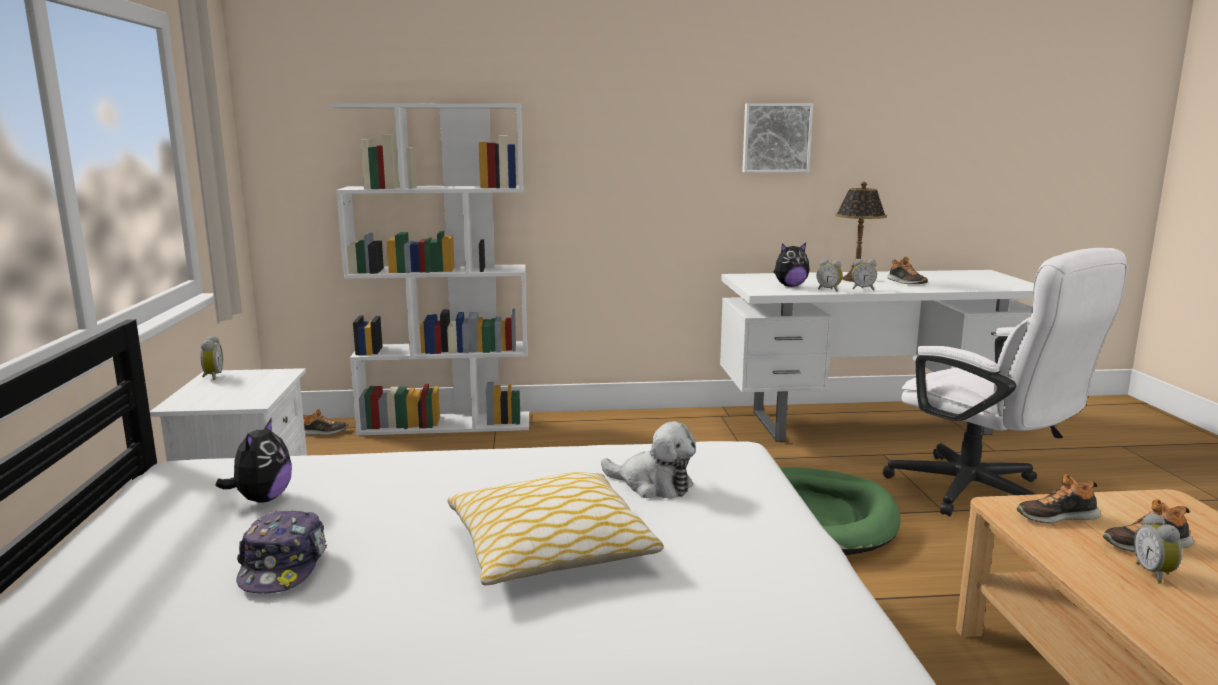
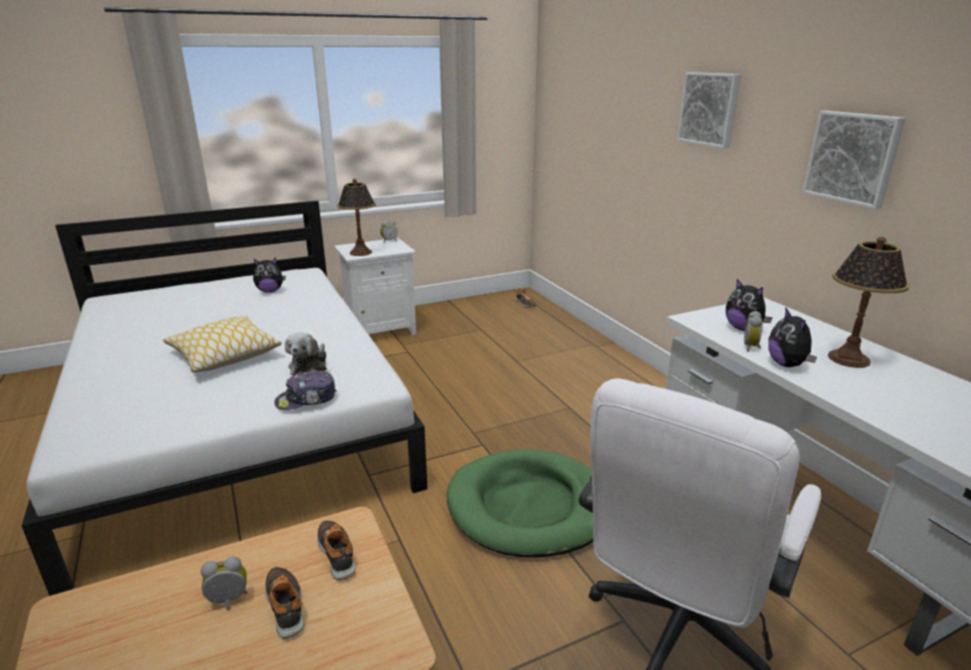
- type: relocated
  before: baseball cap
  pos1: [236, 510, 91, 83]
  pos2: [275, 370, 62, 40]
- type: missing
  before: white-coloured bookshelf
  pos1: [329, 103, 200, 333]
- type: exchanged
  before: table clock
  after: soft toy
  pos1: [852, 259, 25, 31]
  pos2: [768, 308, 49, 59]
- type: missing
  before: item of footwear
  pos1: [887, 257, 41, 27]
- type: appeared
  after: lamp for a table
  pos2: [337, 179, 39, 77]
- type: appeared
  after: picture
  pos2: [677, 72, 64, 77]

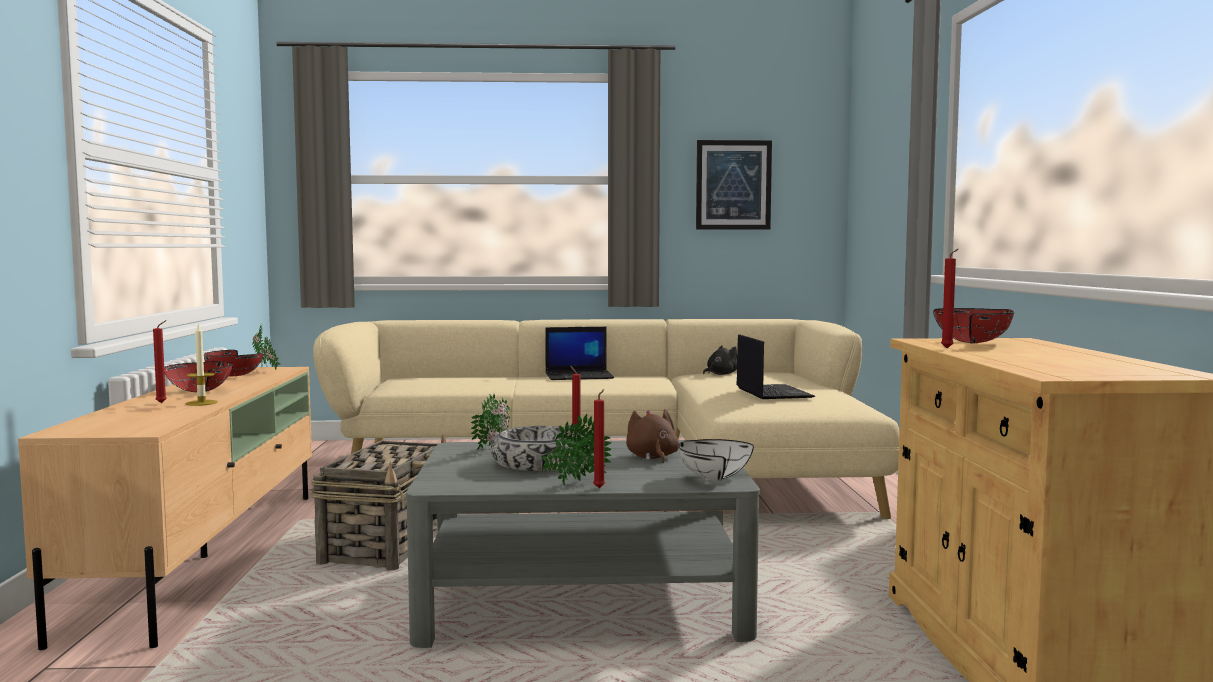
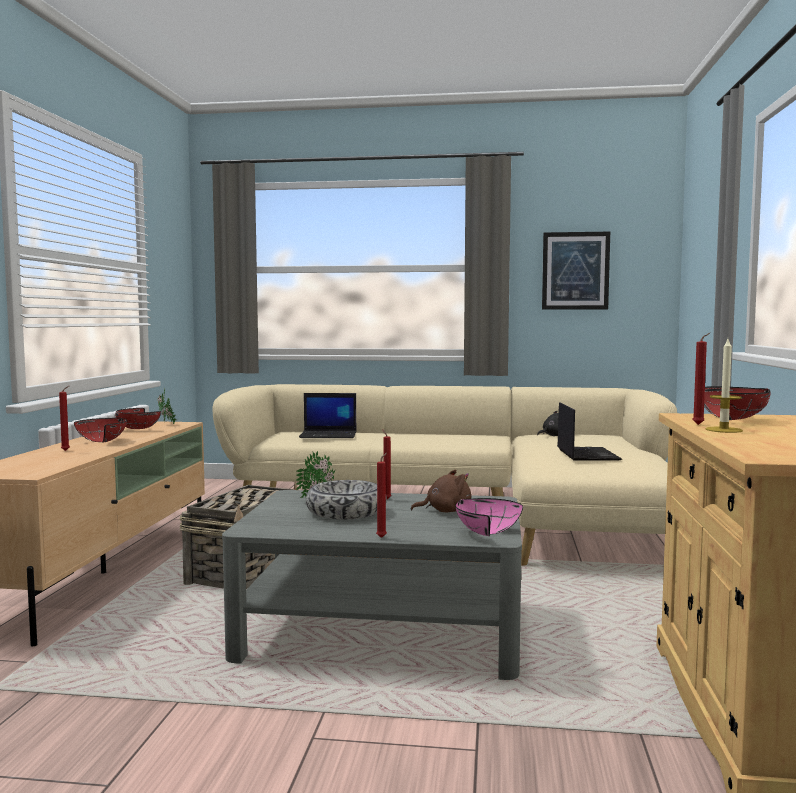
- type: relocated
  before: wax light
  pos1: [186, 324, 32, 82]
  pos2: [706, 339, 37, 94]
- type: missing
  before: houseplant
  pos1: [541, 414, 71, 71]
- type: relocated
  before: laptop
  pos1: [545, 327, 69, 53]
  pos2: [299, 393, 58, 45]
- type: spun
  before: brown soft toy
  pos1: [626, 409, 53, 54]
  pos2: [411, 469, 60, 44]
  turn: 75
- type: colour
  before: white-coloured bowl
  after: pink-coloured bowl
  pos1: [679, 439, 75, 42]
  pos2: [455, 498, 68, 38]

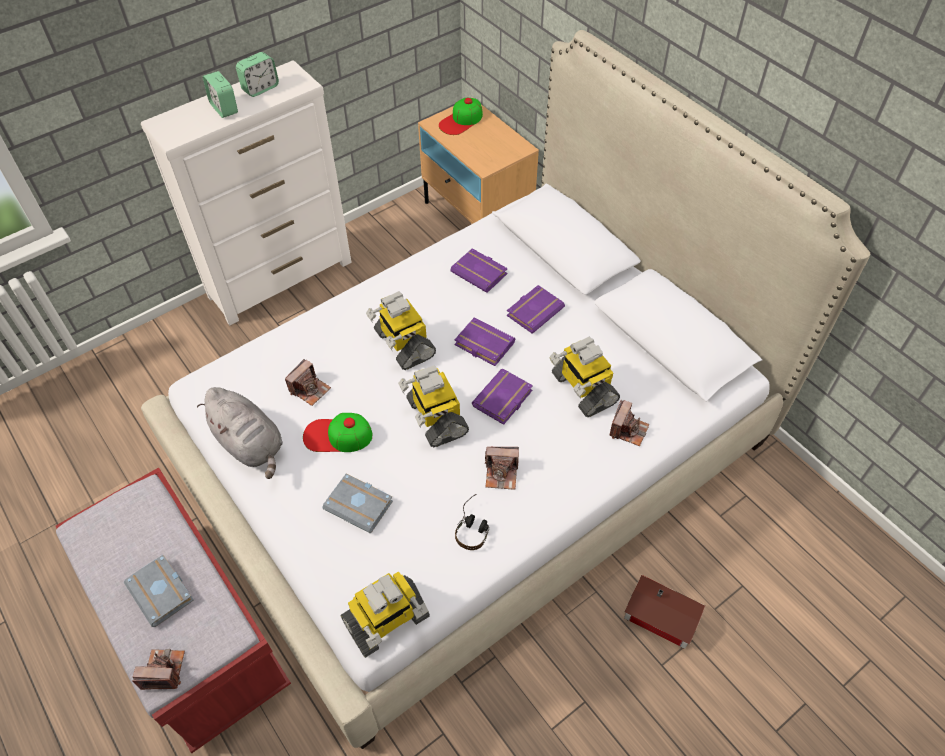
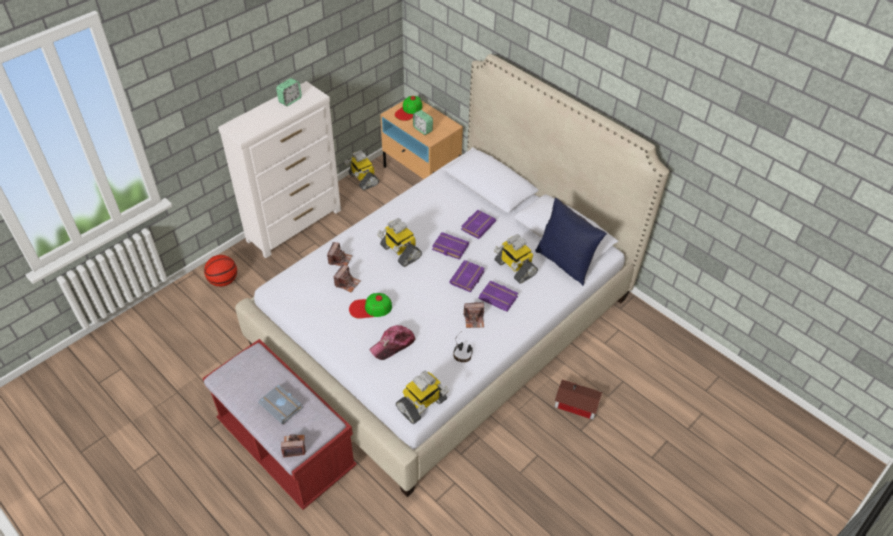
- type: missing
  before: grey soft toy
  pos1: [197, 387, 86, 92]
- type: relocated
  before: table clock
  pos1: [203, 71, 35, 47]
  pos2: [413, 110, 20, 25]
- type: exchanged
  before: grey bound book
  after: baseball cap
  pos1: [322, 474, 71, 59]
  pos2: [370, 325, 46, 35]
- type: relocated
  before: toy robot
  pos1: [398, 365, 71, 82]
  pos2: [344, 150, 35, 40]
- type: relocated
  before: purple bound book
  pos1: [450, 248, 58, 45]
  pos2: [479, 280, 39, 32]
- type: relocated
  before: still camera
  pos1: [609, 400, 40, 46]
  pos2: [327, 242, 25, 24]
- type: appeared
  after: basketball
  pos2: [204, 255, 33, 32]
- type: appeared
  after: blue-coloured cushion
  pos2: [535, 198, 72, 88]

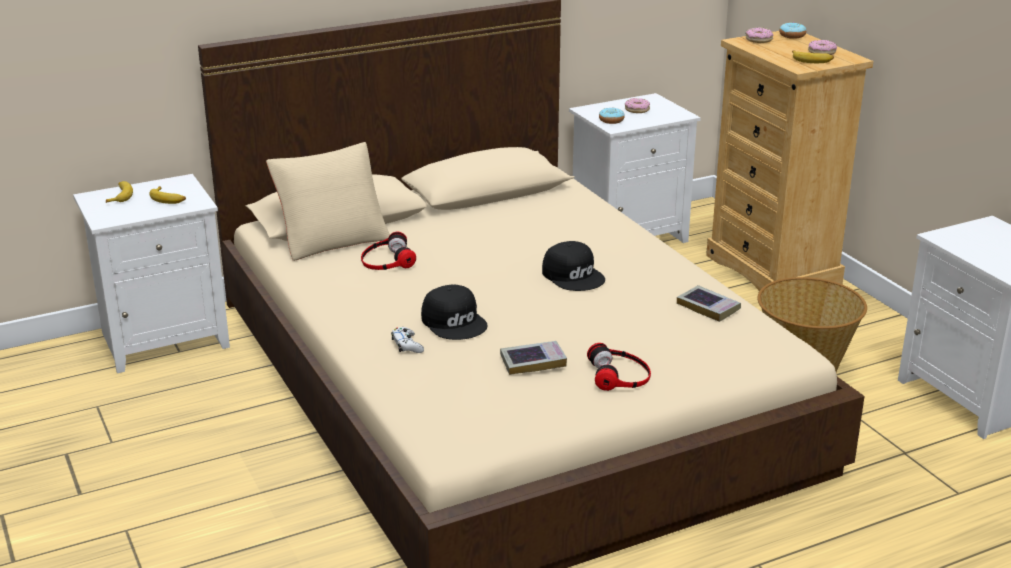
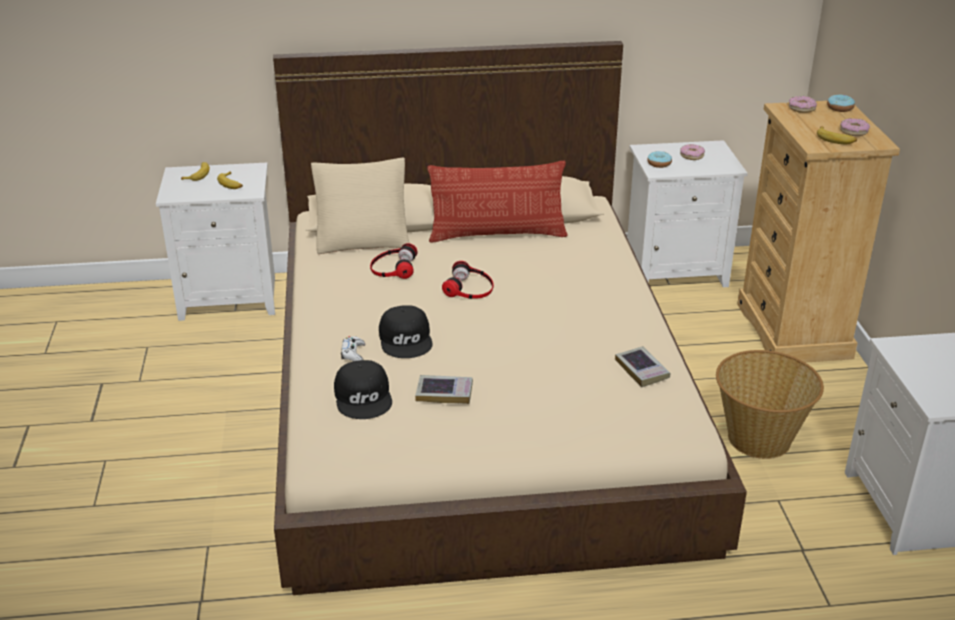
- type: relocated
  before: black-coloured baseball cap
  pos1: [542, 241, 63, 50]
  pos2: [334, 360, 58, 59]
- type: relocated
  before: headset
  pos1: [587, 343, 64, 48]
  pos2: [442, 261, 52, 38]
- type: appeared
  after: cushion
  pos2: [427, 161, 141, 81]

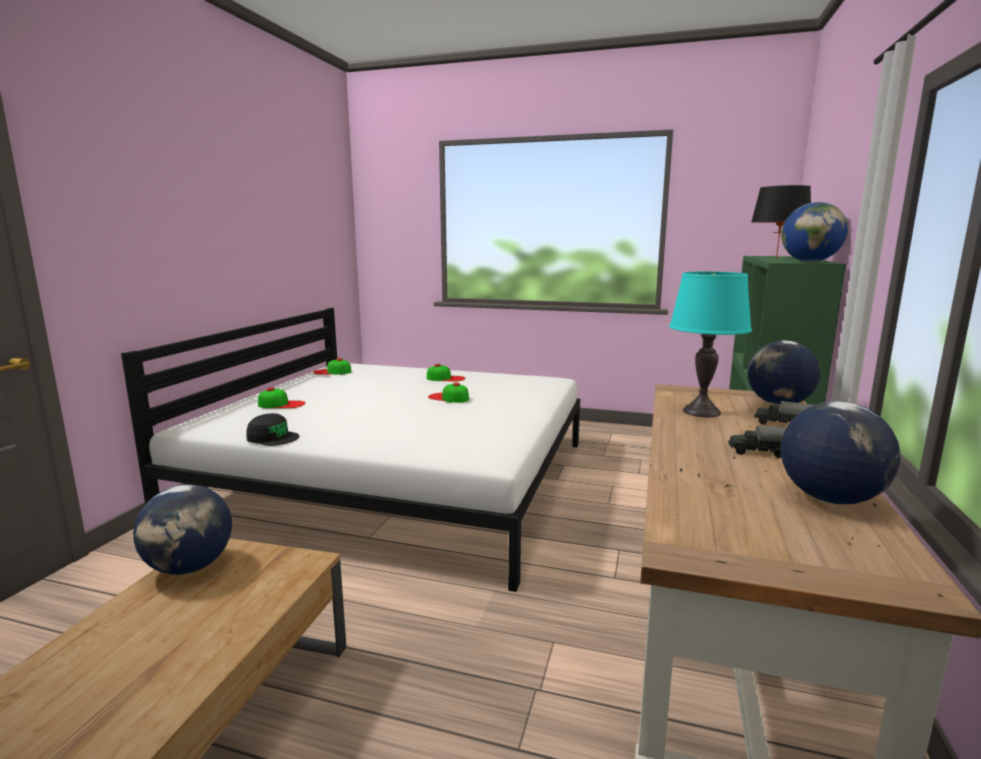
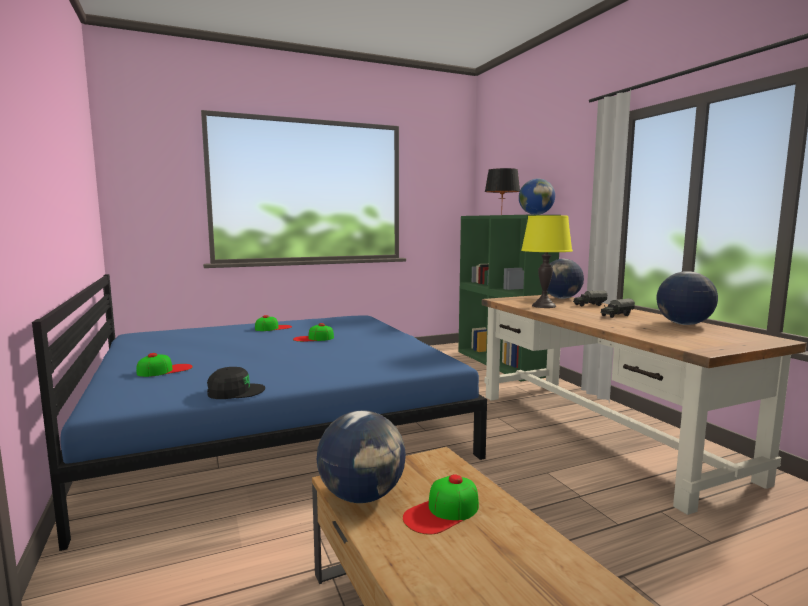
- type: colour
  before: white-coloured bedroom bed
  after: blue-coloured bedroom bed
  pos1: [121, 308, 459, 284]
  pos2: [32, 274, 455, 277]
- type: relocated
  before: baseball cap
  pos1: [313, 358, 38, 17]
  pos2: [403, 475, 76, 60]
- type: colour
  before: turquoise-coloured lamp for a table
  after: yellowish lamp for a table
  pos1: [669, 272, 83, 145]
  pos2: [521, 216, 52, 92]

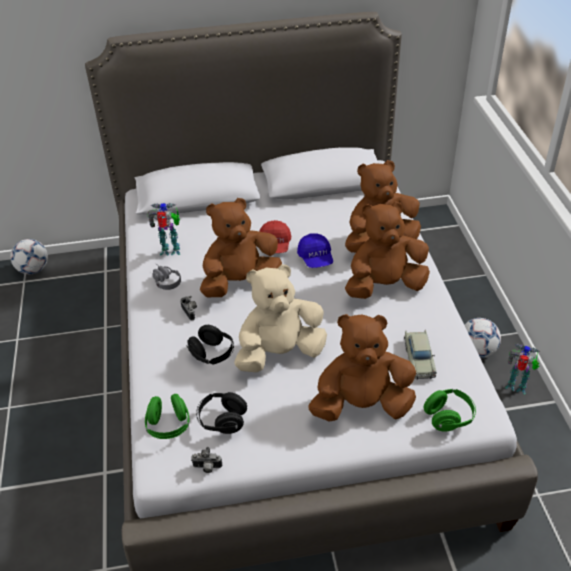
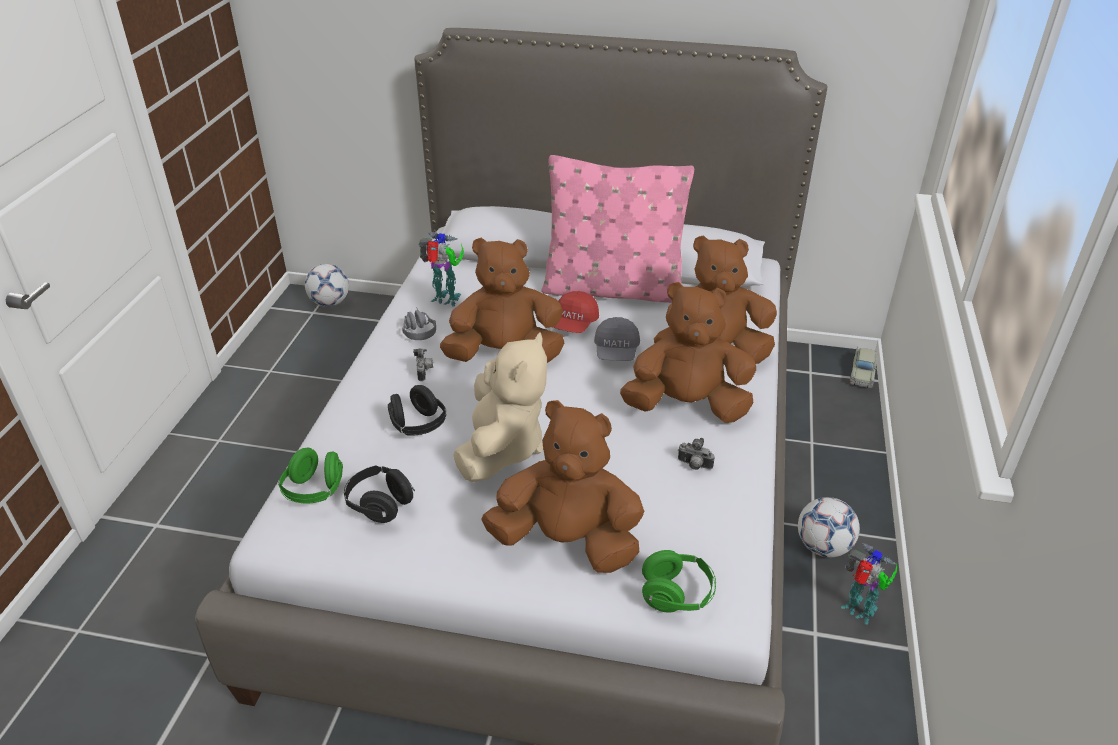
- type: relocated
  before: still camera
  pos1: [191, 447, 31, 26]
  pos2: [678, 438, 37, 32]
- type: spun
  before: beige-coloured soft toy
  pos1: [234, 264, 93, 108]
  pos2: [453, 332, 94, 150]
  turn: 105
- type: colour
  before: blue-coloured baseball cap
  after: grey baseball cap
  pos1: [297, 233, 36, 35]
  pos2: [594, 317, 46, 44]
- type: relocated
  before: beige-coloured model car
  pos1: [404, 330, 33, 50]
  pos2: [849, 347, 28, 41]
- type: appeared
  after: pink-coloured cushion
  pos2: [541, 155, 153, 148]

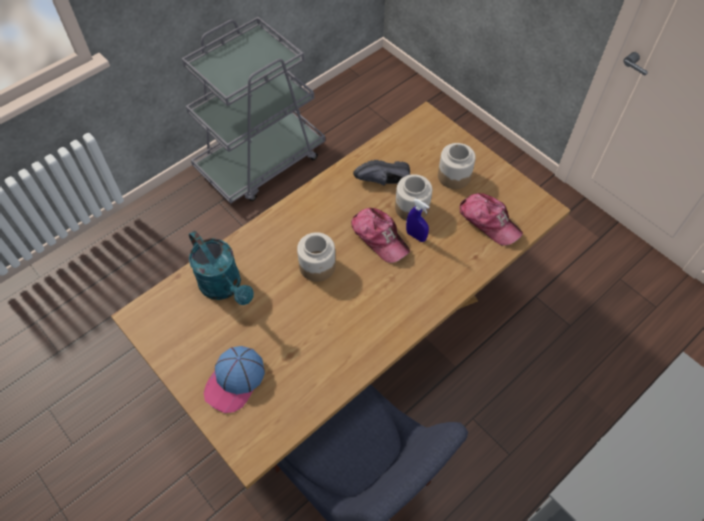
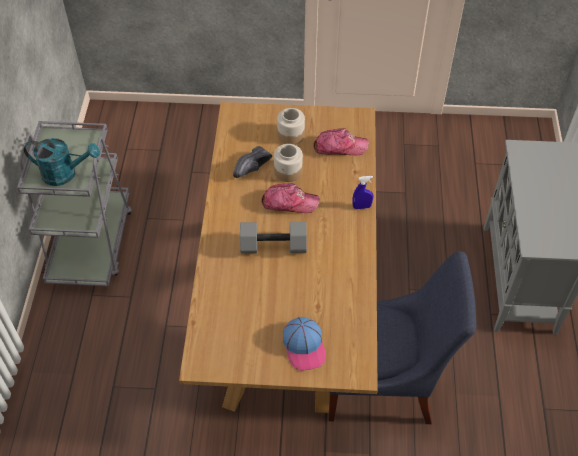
- type: relocated
  before: turquoise-coloured sprinkling can
  pos1: [189, 230, 65, 75]
  pos2: [24, 138, 76, 48]
- type: exchanged
  before: jar
  after: grey hand weight
  pos1: [297, 232, 39, 50]
  pos2: [240, 222, 67, 32]
- type: relocated
  before: blue-coloured spray bottle
  pos1: [406, 199, 24, 43]
  pos2: [352, 176, 21, 33]

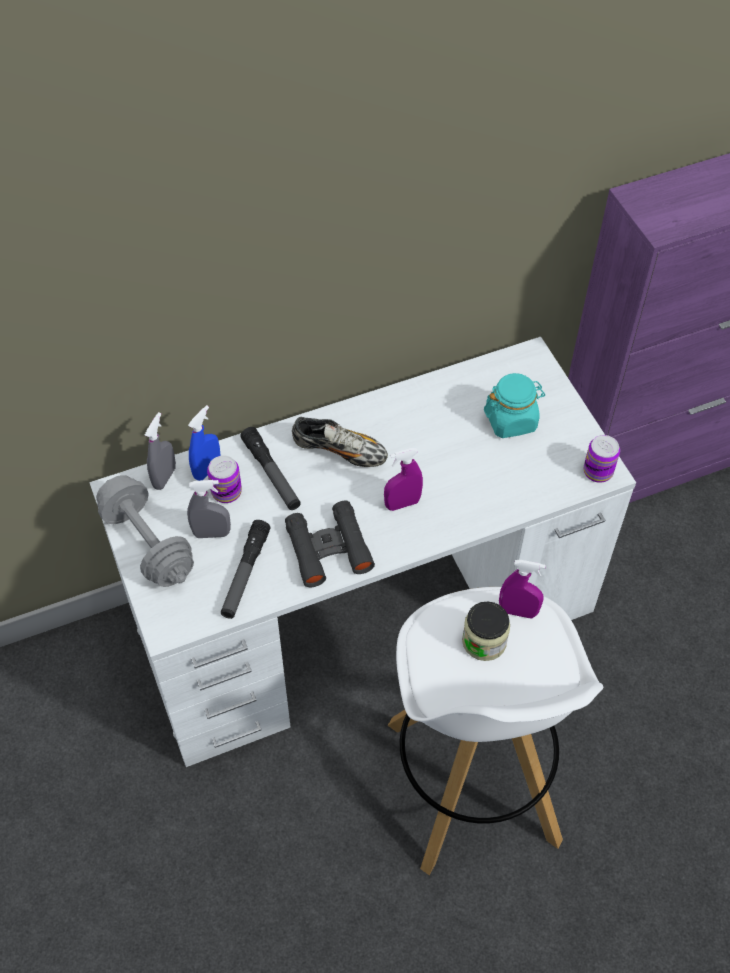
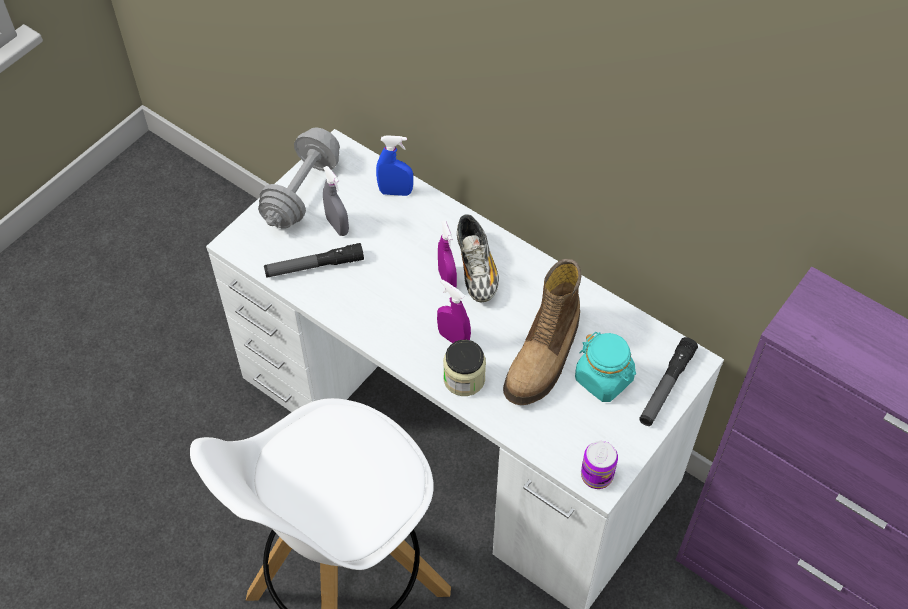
- type: missing
  before: grey spray bottle
  pos1: [145, 412, 31, 78]
- type: missing
  before: sealed can
  pos1: [207, 455, 35, 48]
- type: relocated
  before: torch
  pos1: [240, 427, 61, 83]
  pos2: [639, 337, 59, 89]
- type: missing
  before: black-coloured pair of binoculars
  pos1: [285, 500, 90, 87]
- type: relocated
  before: jar
  pos1: [462, 601, 48, 60]
  pos2: [443, 340, 43, 56]
- type: relocated
  before: purple spray bottle
  pos1: [499, 560, 47, 58]
  pos2: [438, 220, 19, 70]
- type: appeared
  after: tall boot
  pos2: [503, 259, 78, 146]

